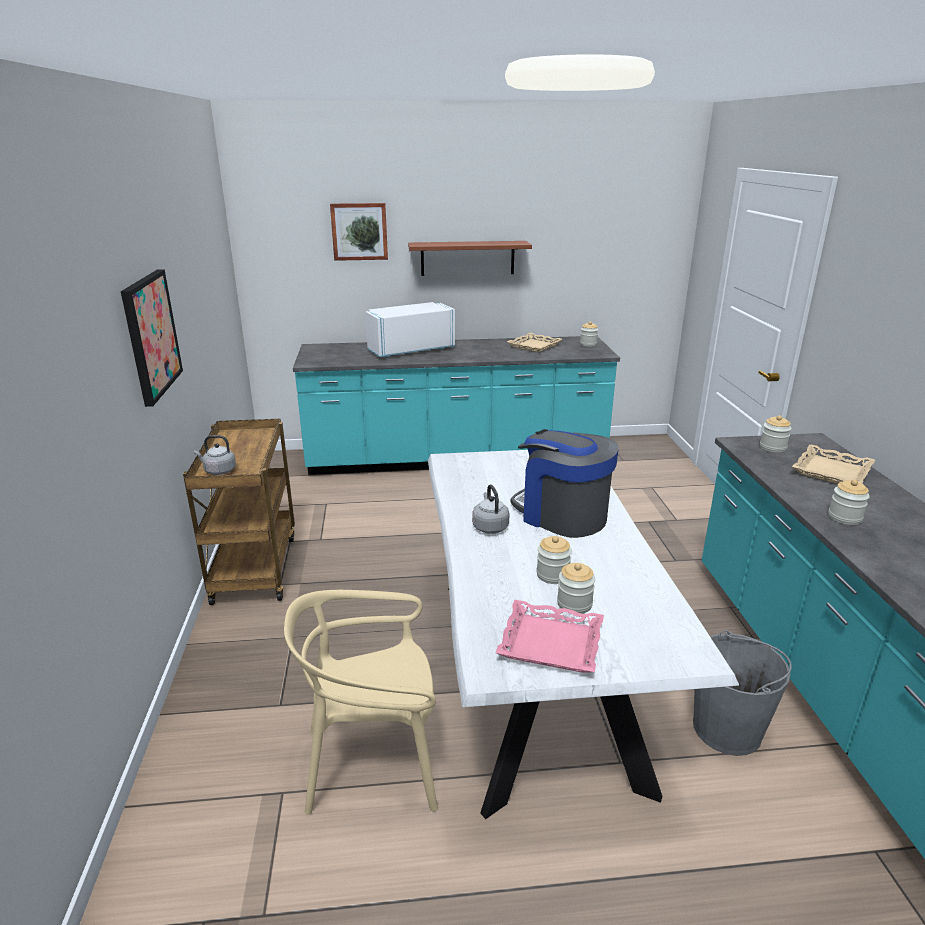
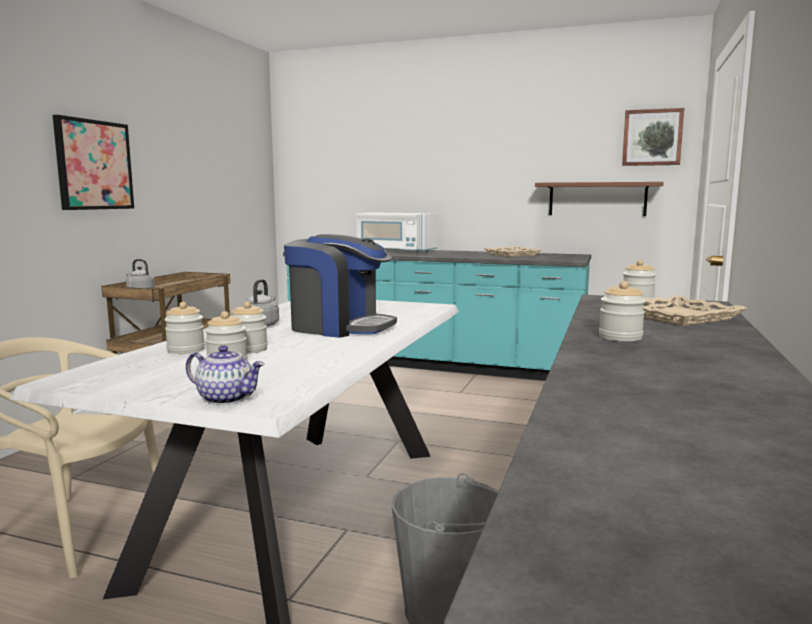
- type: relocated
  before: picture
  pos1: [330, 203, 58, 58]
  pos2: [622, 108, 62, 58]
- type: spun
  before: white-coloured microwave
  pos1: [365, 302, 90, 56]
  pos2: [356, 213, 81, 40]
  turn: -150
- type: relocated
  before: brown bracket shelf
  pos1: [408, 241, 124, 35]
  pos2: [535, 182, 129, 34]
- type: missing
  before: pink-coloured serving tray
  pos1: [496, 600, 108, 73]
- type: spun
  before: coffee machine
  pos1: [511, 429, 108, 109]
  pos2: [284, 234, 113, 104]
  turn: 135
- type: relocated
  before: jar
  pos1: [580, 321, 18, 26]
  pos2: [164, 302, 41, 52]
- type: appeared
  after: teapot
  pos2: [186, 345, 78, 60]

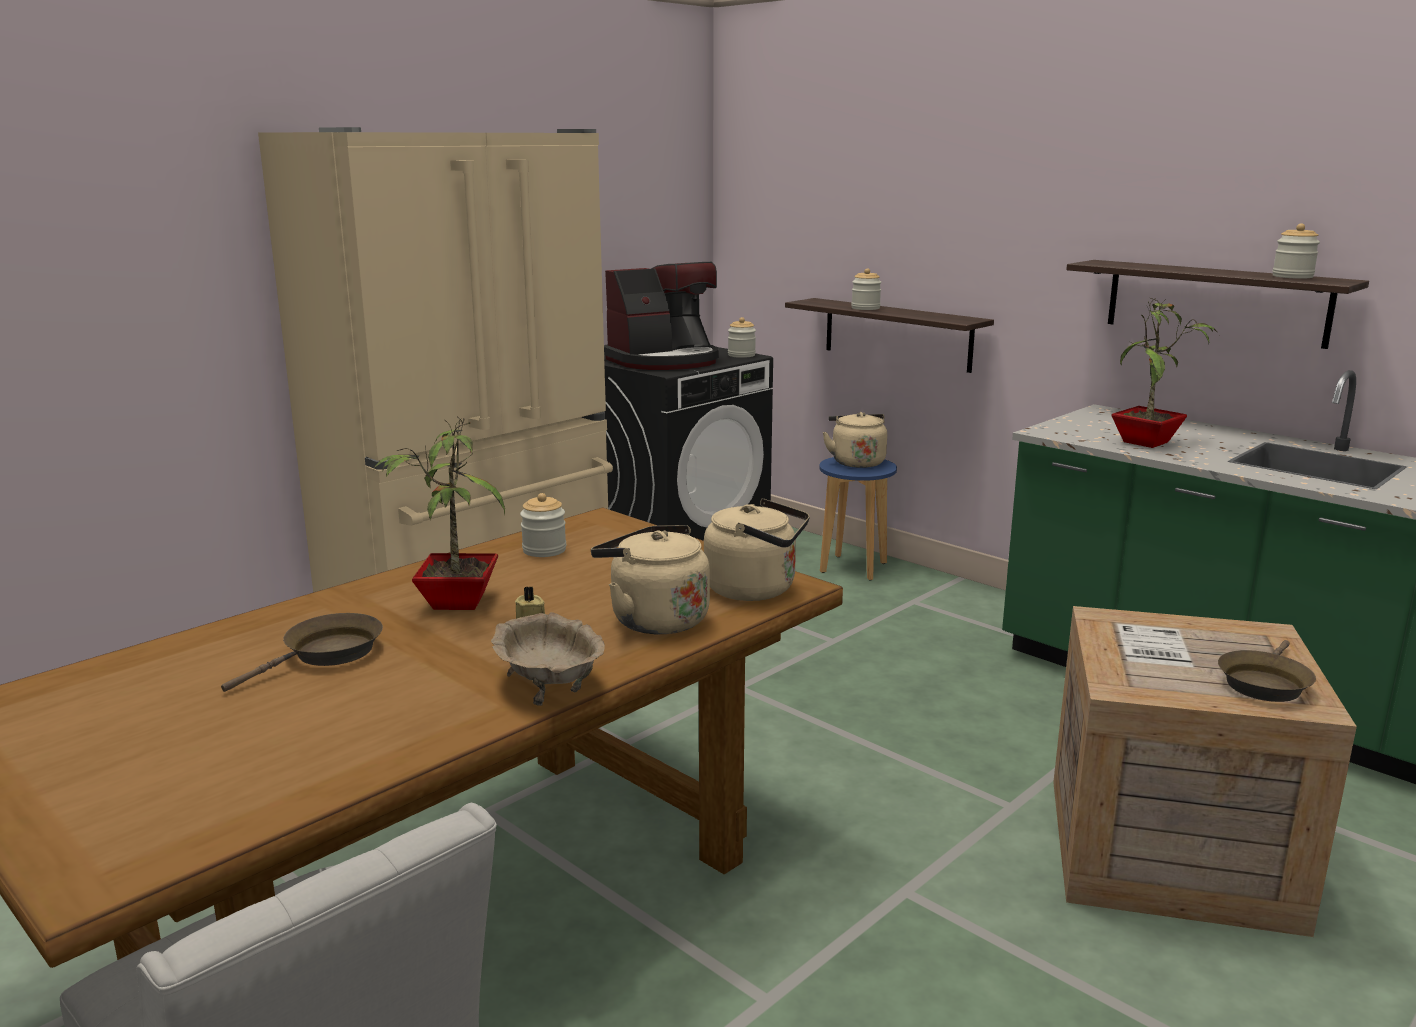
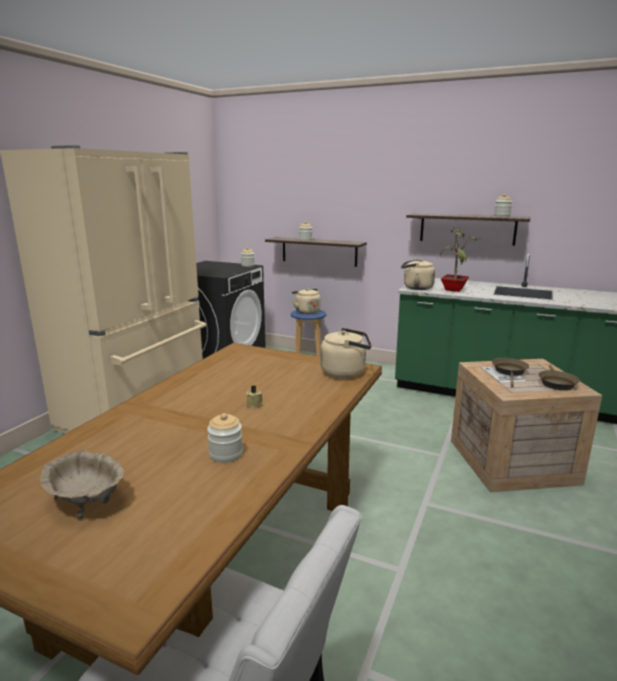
- type: relocated
  before: brown pan
  pos1: [221, 613, 162, 79]
  pos2: [492, 358, 37, 29]
- type: missing
  before: houseplant
  pos1: [374, 418, 131, 192]
- type: relocated
  before: beige-coloured bowl
  pos1: [491, 612, 114, 94]
  pos2: [40, 450, 84, 69]
- type: relocated
  before: jar
  pos1: [520, 493, 46, 64]
  pos2: [207, 413, 36, 50]
- type: relocated
  before: beige-coloured tea kettle
  pos1: [591, 525, 119, 109]
  pos2: [401, 259, 34, 31]
- type: missing
  before: coffee machine
  pos1: [604, 262, 115, 108]

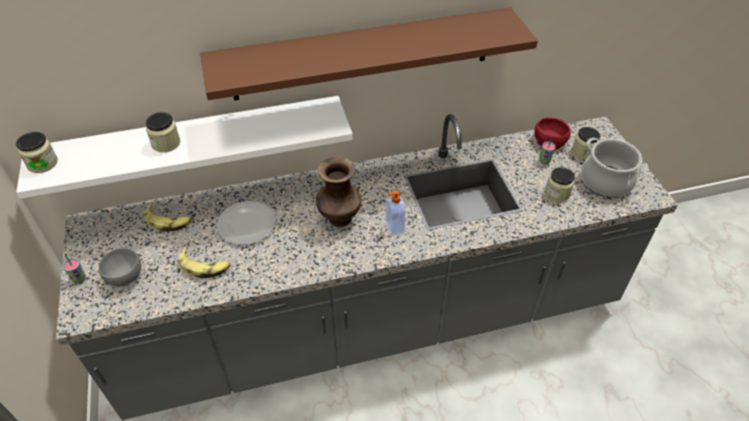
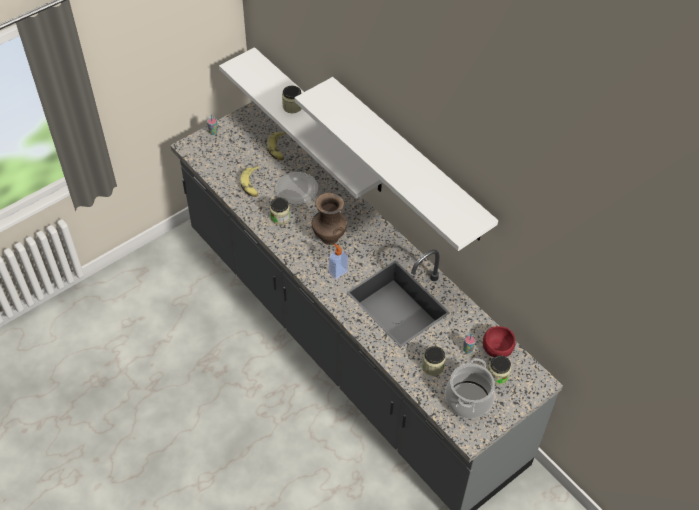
- type: relocated
  before: jar
  pos1: [16, 132, 42, 41]
  pos2: [270, 198, 20, 27]
- type: missing
  before: grey bowl
  pos1: [98, 248, 43, 38]
- type: colour
  before: brown bracket shelf
  after: white-coloured bracket shelf
  pos1: [200, 7, 338, 93]
  pos2: [295, 77, 203, 174]

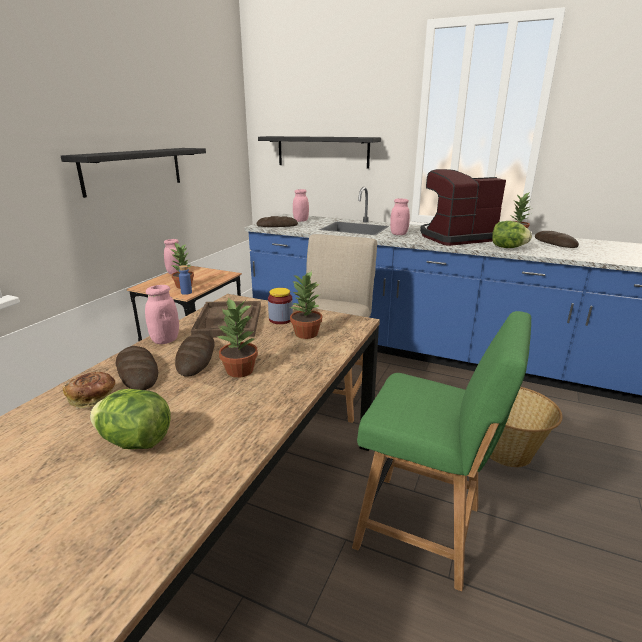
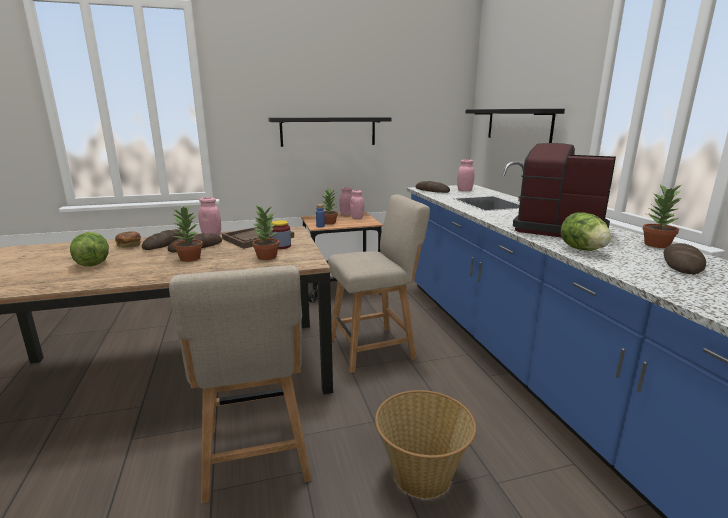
- type: colour
  before: green chair
  after: beige-coloured chair
  pos1: [352, 311, 179, 280]
  pos2: [169, 265, 143, 238]
- type: relocated
  before: pink-coloured jar
  pos1: [390, 198, 20, 37]
  pos2: [350, 190, 14, 29]

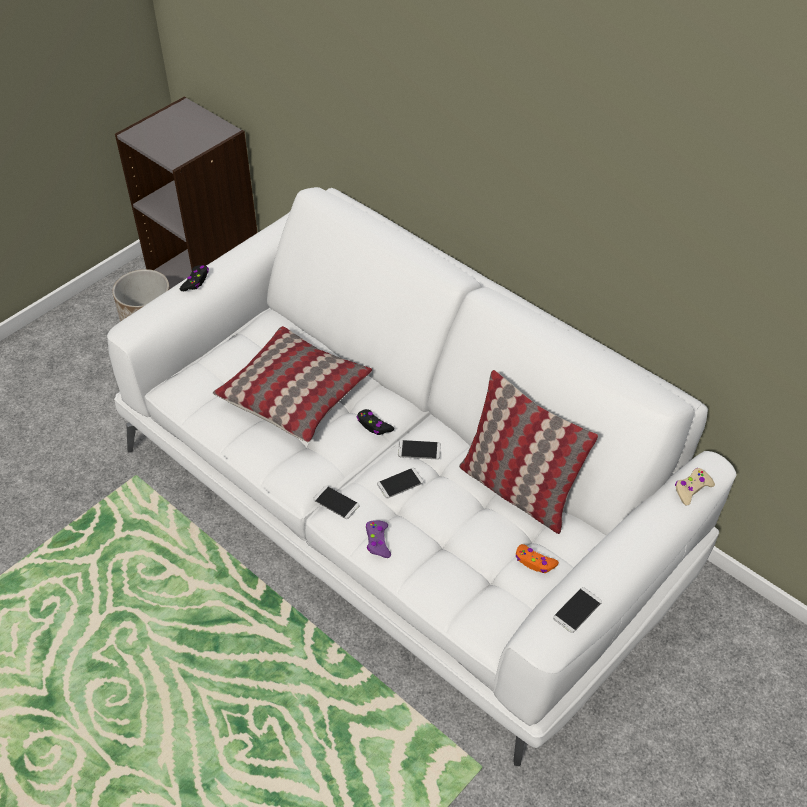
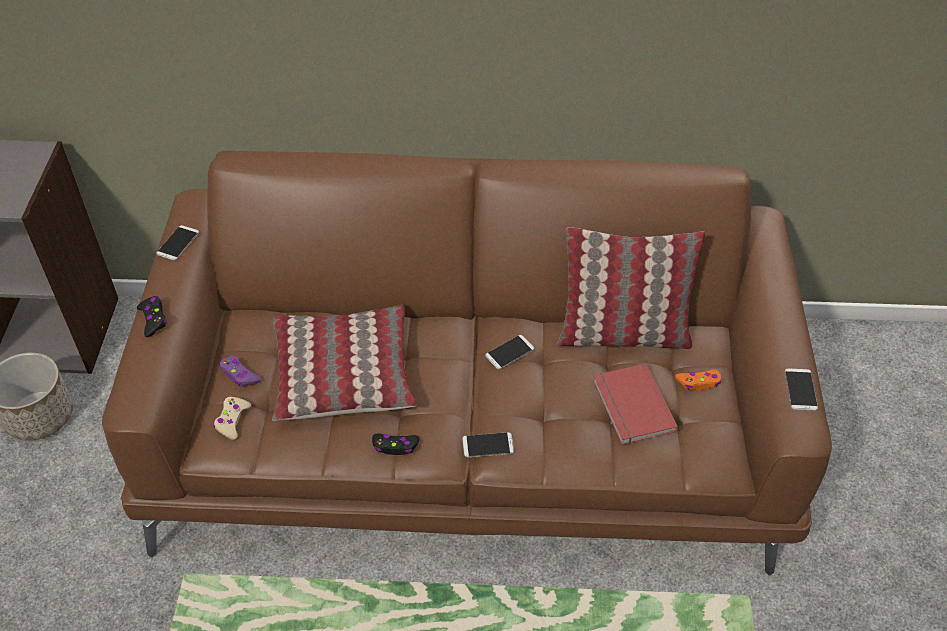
- type: colour
  before: white-coloured settee
  after: brown settee
  pos1: [107, 187, 630, 579]
  pos2: [102, 151, 730, 424]
- type: relocated
  before: black-coloured joypad
  pos1: [356, 409, 38, 26]
  pos2: [372, 433, 47, 22]
- type: relocated
  before: purple joypad
  pos1: [366, 520, 25, 38]
  pos2: [219, 356, 42, 31]
- type: relocated
  before: handset
  pos1: [377, 468, 47, 30]
  pos2: [156, 225, 43, 35]
- type: relocated
  before: beige-coloured joypad
  pos1: [675, 468, 40, 38]
  pos2: [213, 397, 38, 43]
- type: appeared
  after: red-coloured bound book
  pos2: [593, 364, 85, 81]

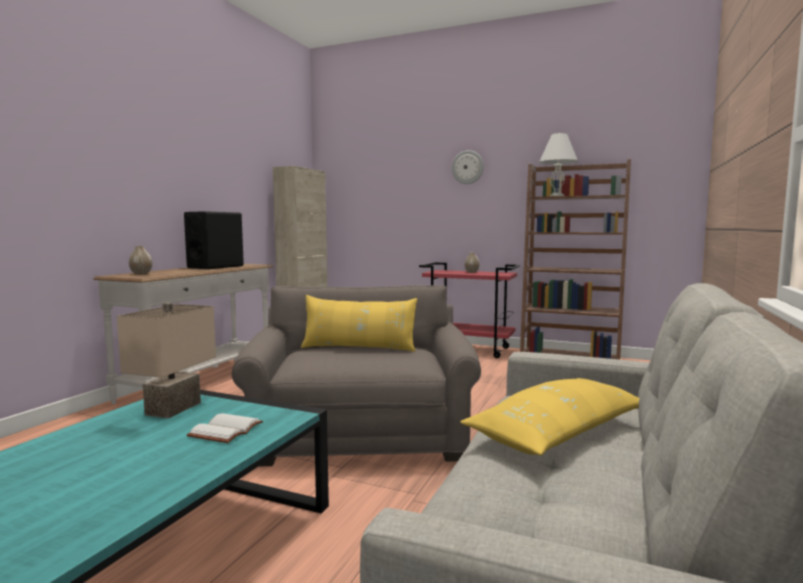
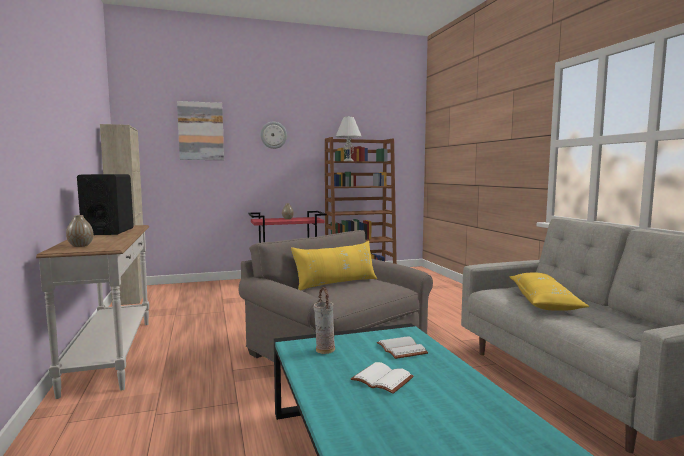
- type: exchanged
  before: beige-coloured lamp for a table
  after: vase
  pos1: [117, 303, 99, 116]
  pos2: [314, 287, 21, 67]
- type: appeared
  after: picture
  pos2: [177, 101, 47, 59]
- type: appeared
  after: white-coloured bound book
  pos2: [351, 362, 63, 32]

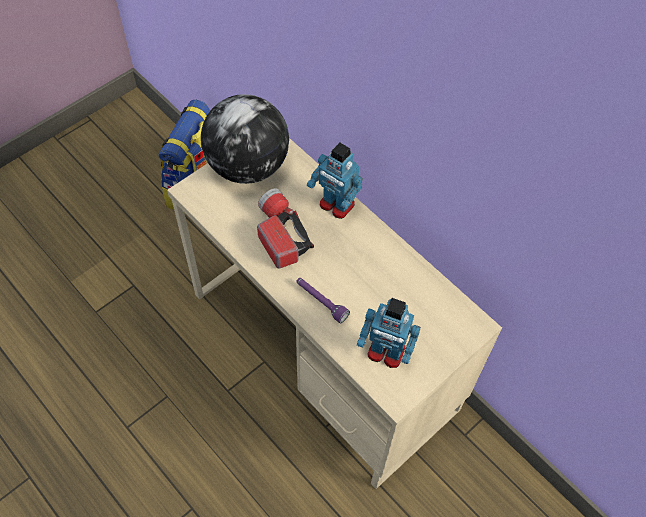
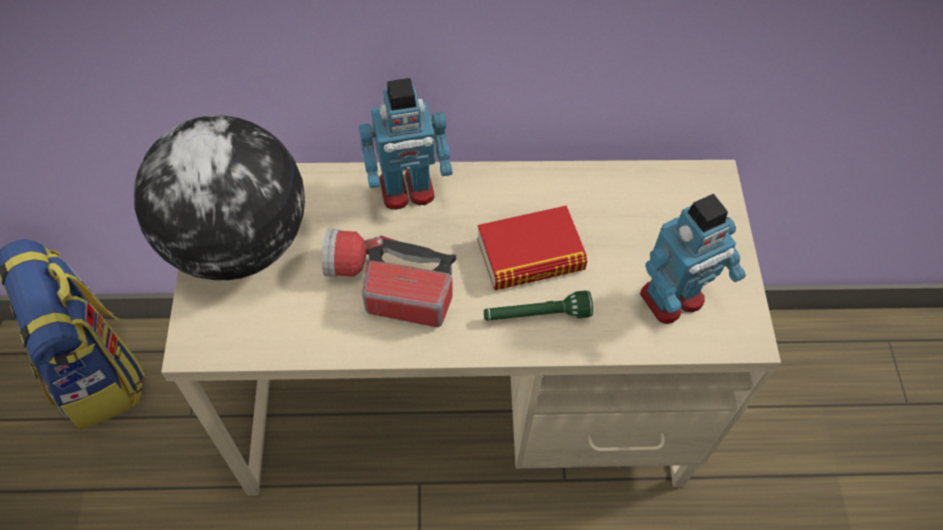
- type: colour
  before: purple torch
  after: green torch
  pos1: [296, 278, 54, 45]
  pos2: [484, 290, 109, 31]
- type: appeared
  after: bound book
  pos2: [477, 205, 110, 86]

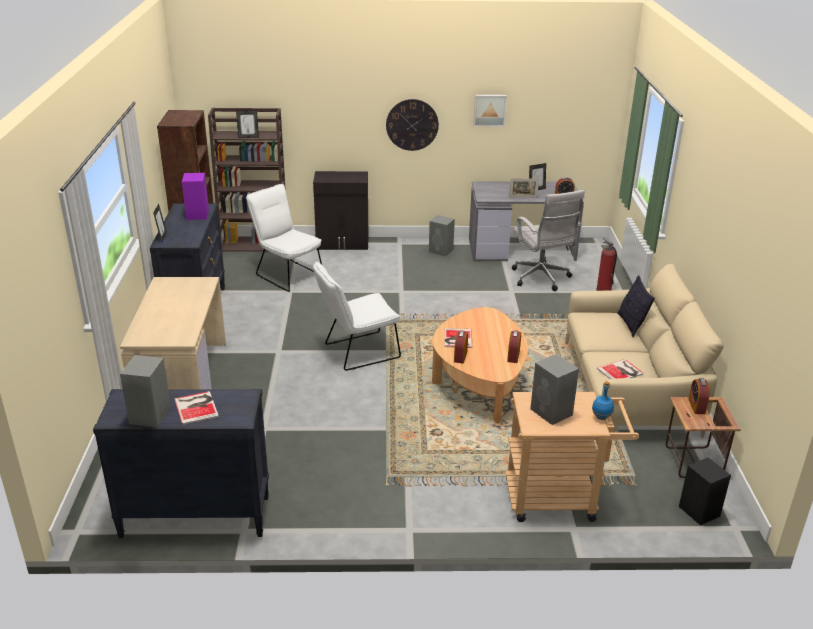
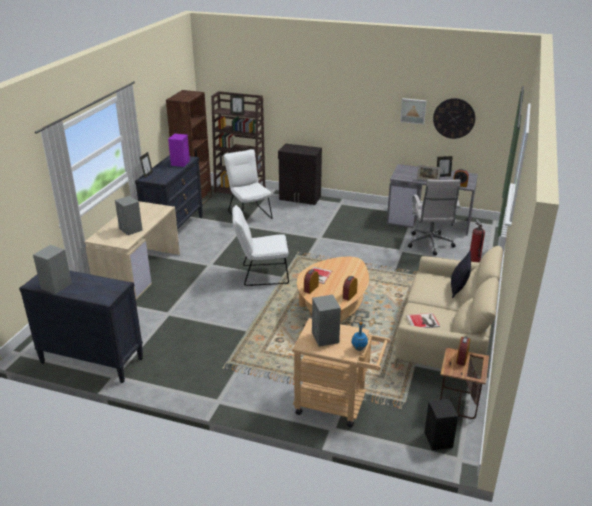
- type: missing
  before: bound book
  pos1: [174, 391, 45, 34]
- type: relocated
  before: wall clock
  pos1: [386, 99, 53, 52]
  pos2: [433, 98, 42, 41]
- type: relocated
  before: grey loudspeaker
  pos1: [429, 215, 26, 42]
  pos2: [115, 196, 28, 40]

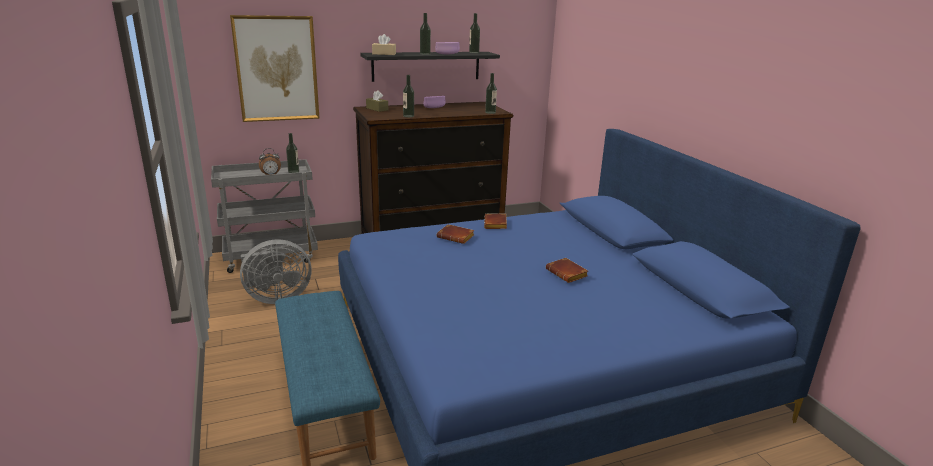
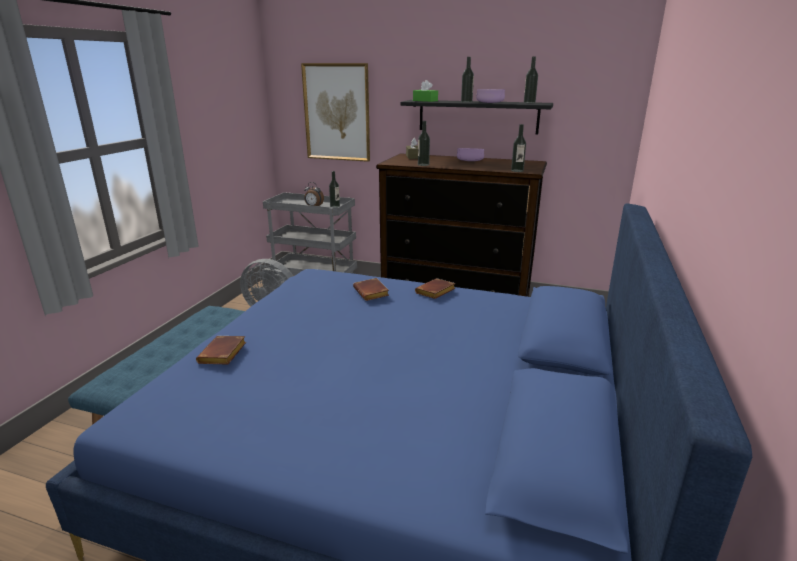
- type: colour
  before: beige-coloured tissue box
  after: green tissue box
  pos1: [372, 34, 24, 21]
  pos2: [413, 80, 25, 22]
- type: relocated
  before: brown bound book
  pos1: [546, 258, 42, 25]
  pos2: [196, 336, 50, 29]

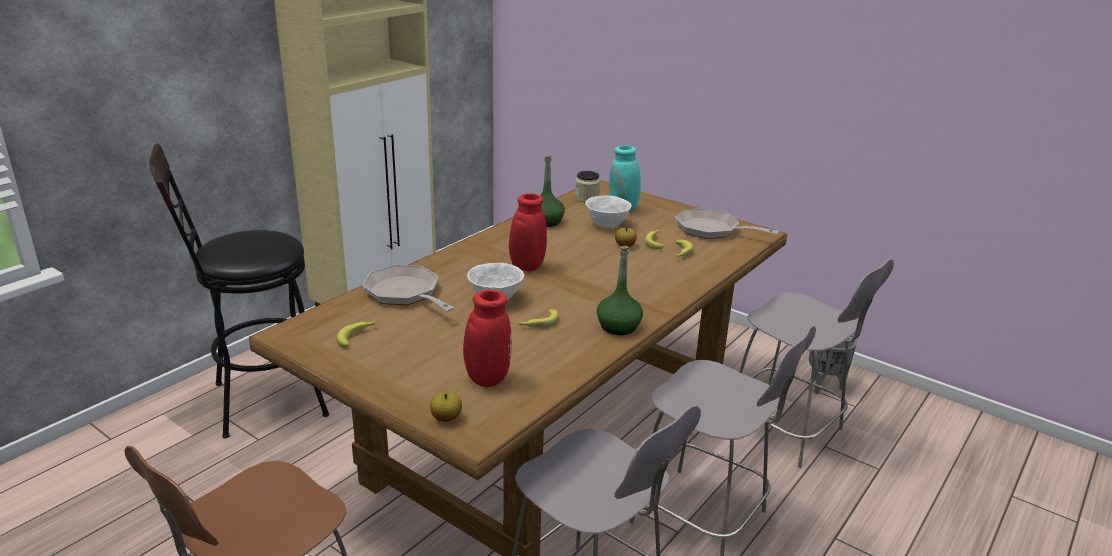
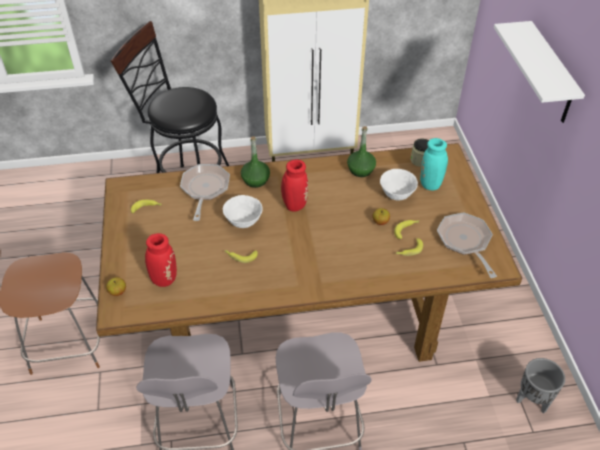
- type: relocated
  before: green drink bottle
  pos1: [596, 246, 47, 89]
  pos2: [241, 136, 29, 52]
- type: missing
  before: grey chair
  pos1: [739, 259, 155, 209]
- type: appeared
  after: white-coloured bracket shelf
  pos2: [494, 21, 91, 102]

